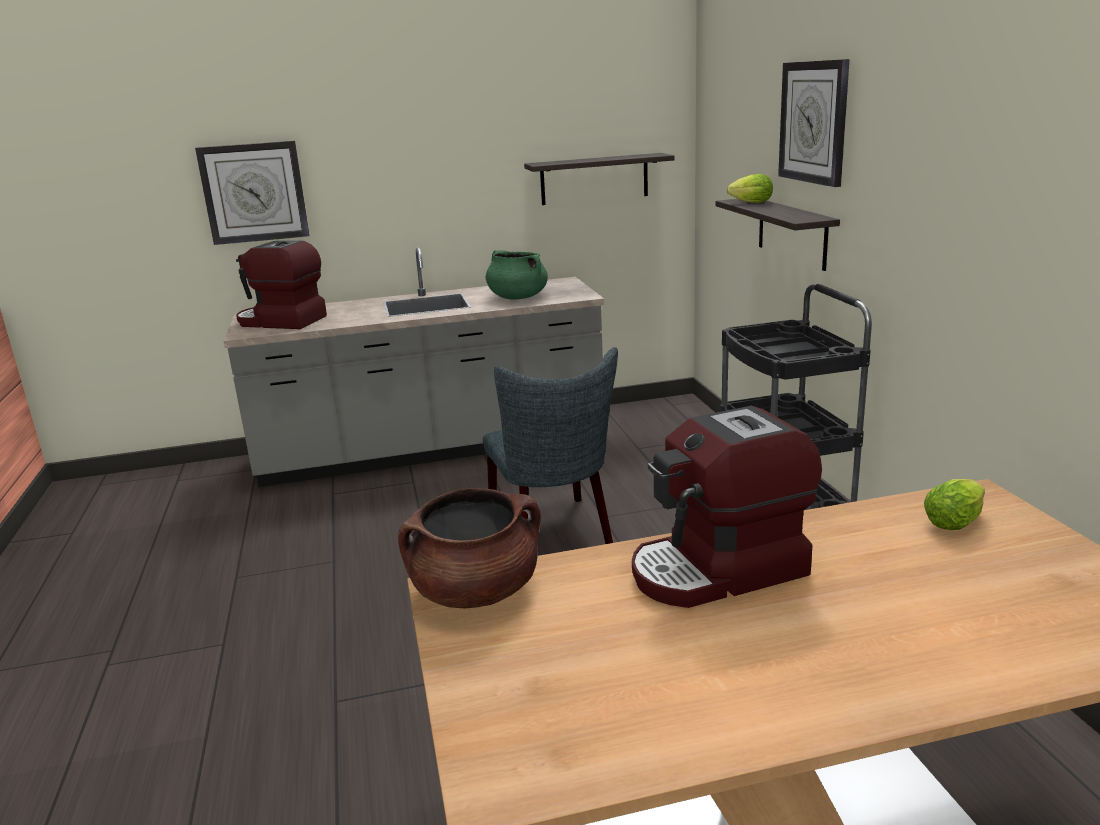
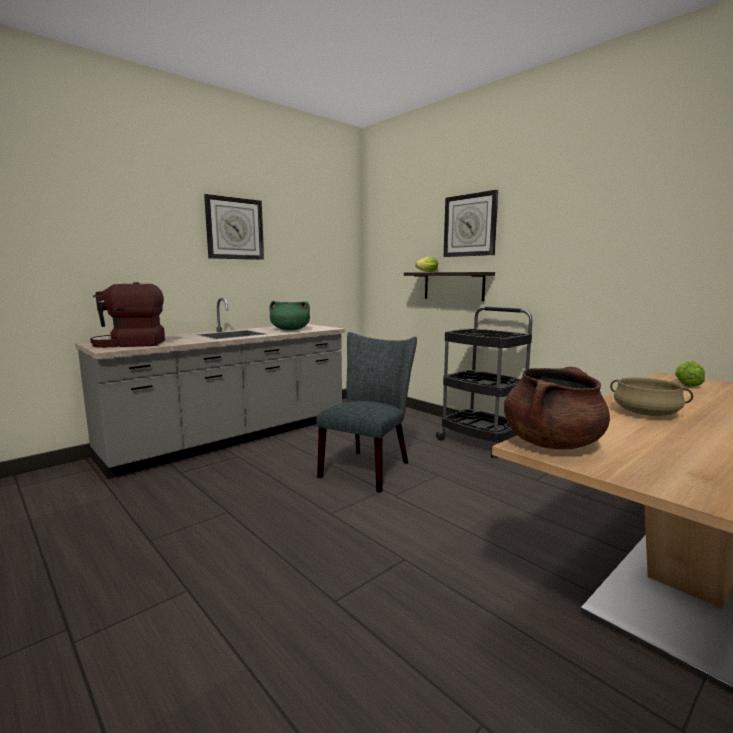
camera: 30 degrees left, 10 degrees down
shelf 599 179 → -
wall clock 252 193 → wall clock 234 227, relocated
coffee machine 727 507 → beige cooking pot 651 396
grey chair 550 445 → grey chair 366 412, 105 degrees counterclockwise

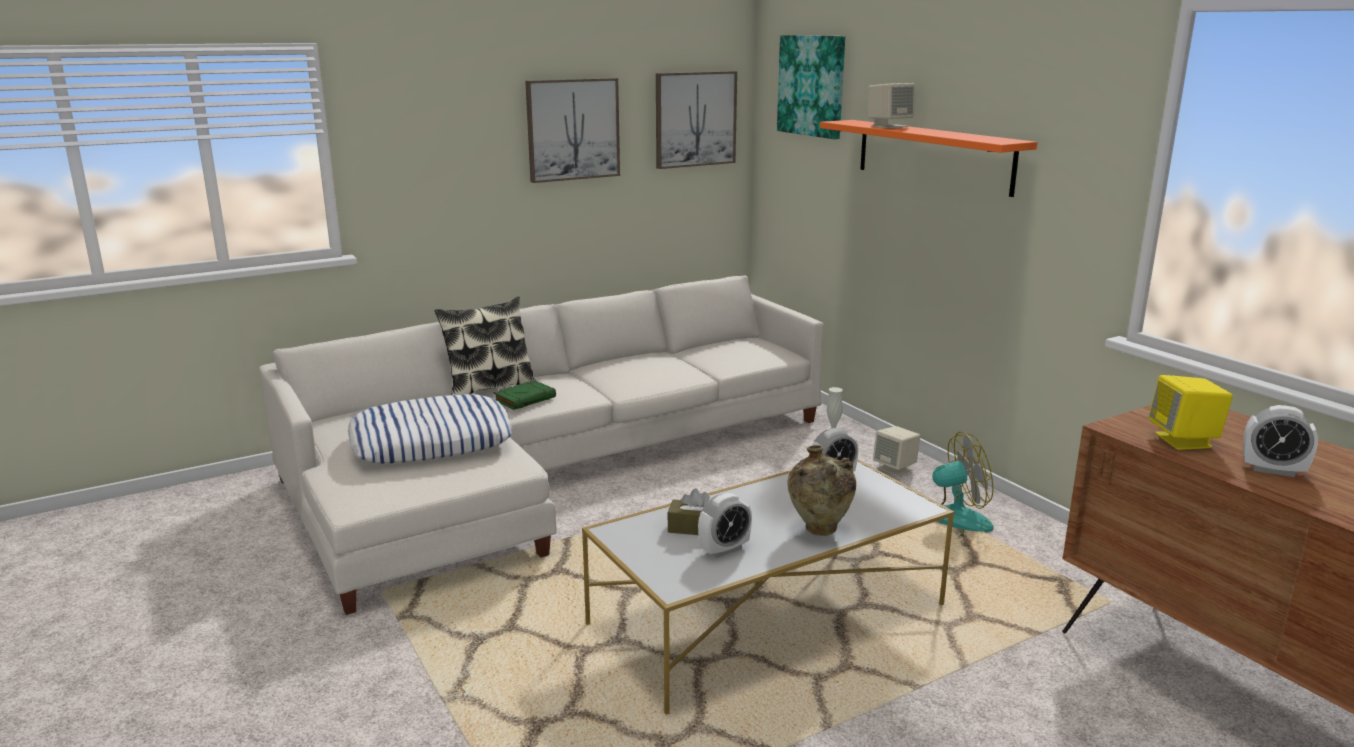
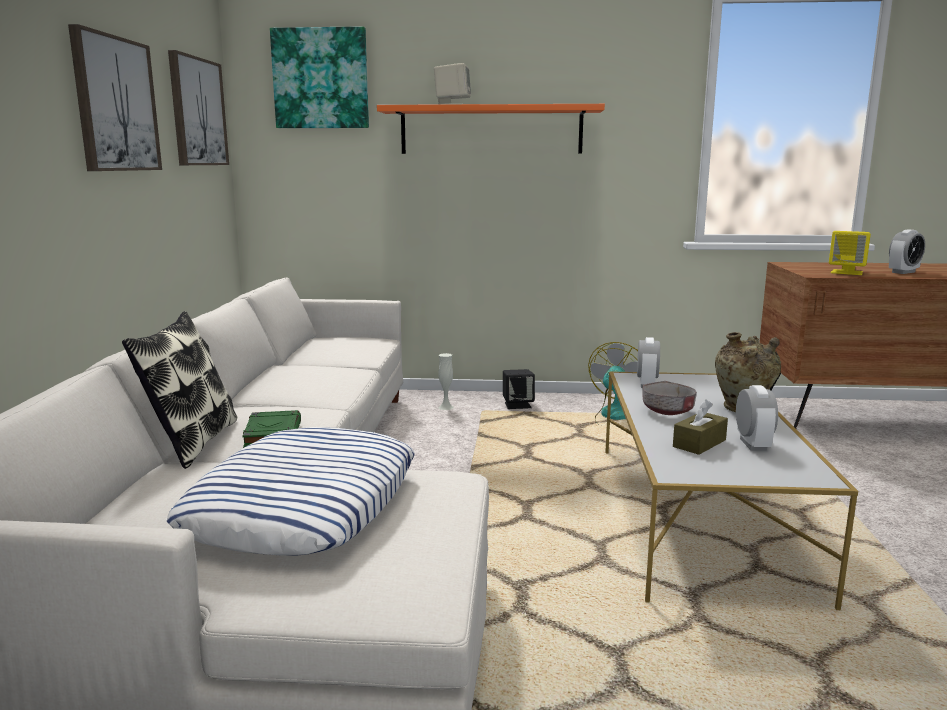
camera: 55 degrees left, 5 degrees down
- → grey bowl 669 398
beige speaker 896 451 → black speaker 519 389

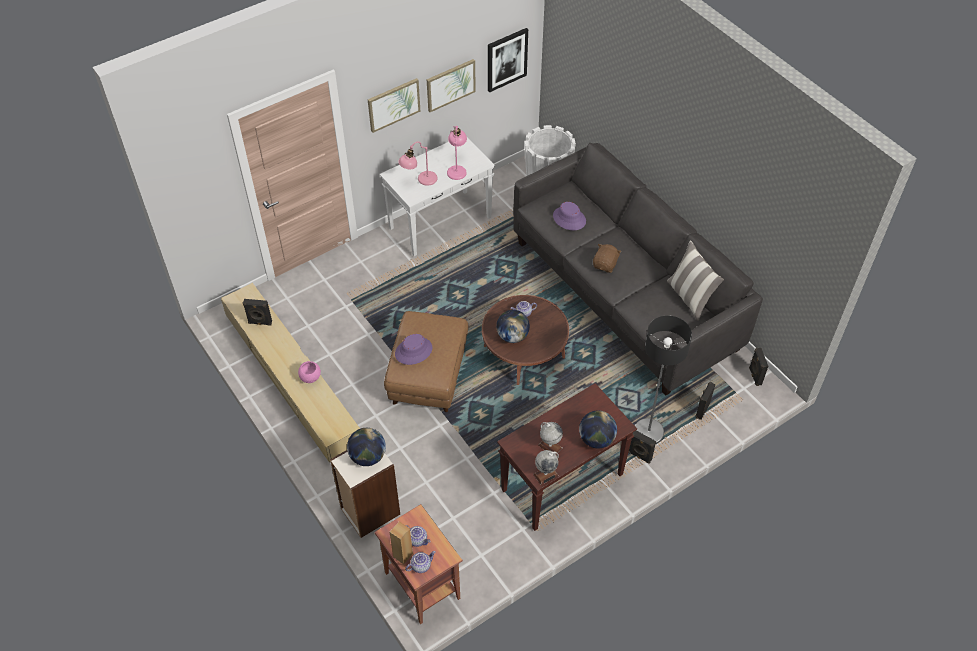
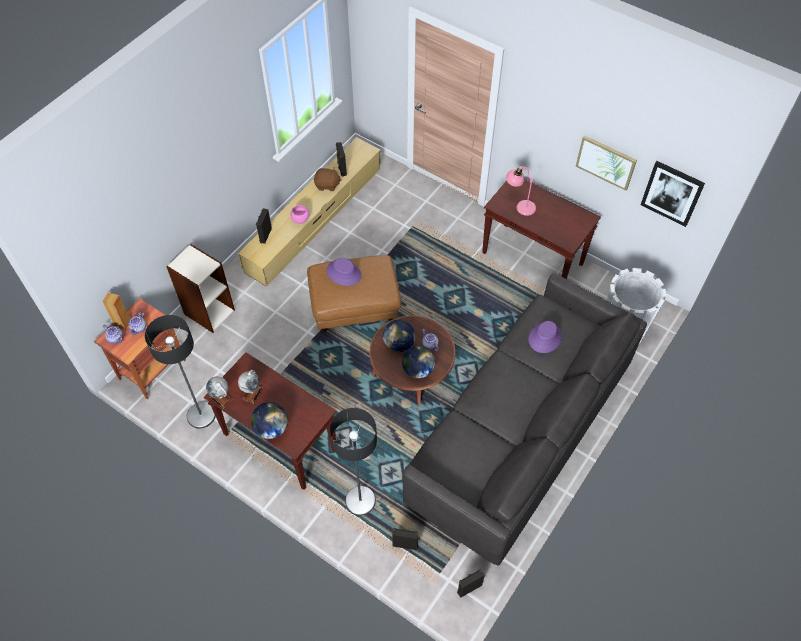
camera: 70 degrees right, 5 degrees up
picture 394 105 → -
pink table lamp 457 153 → -
pillow 695 280 → -
- → floor lamp 180 371
globe 366 447 → globe 418 362, relocated
brown plush toy 607 258 → brown plush toy 328 179, relocated
black speaker 642 447 → black speaker 264 226, relocated
white console table 438 196 → brown console table 541 229

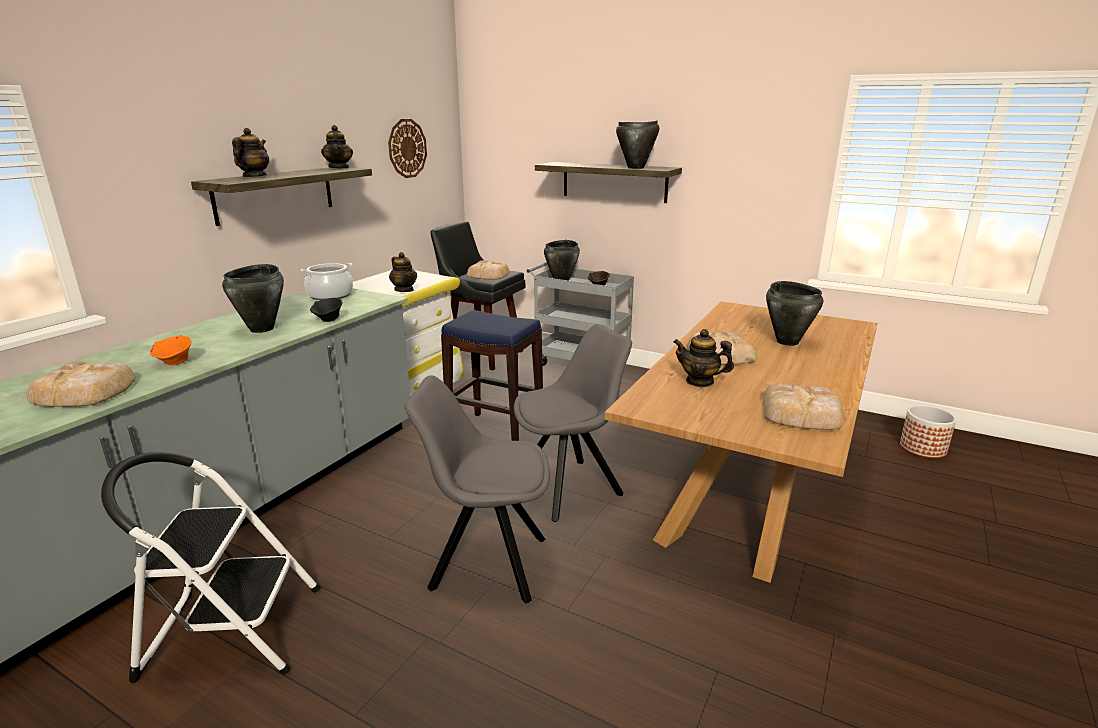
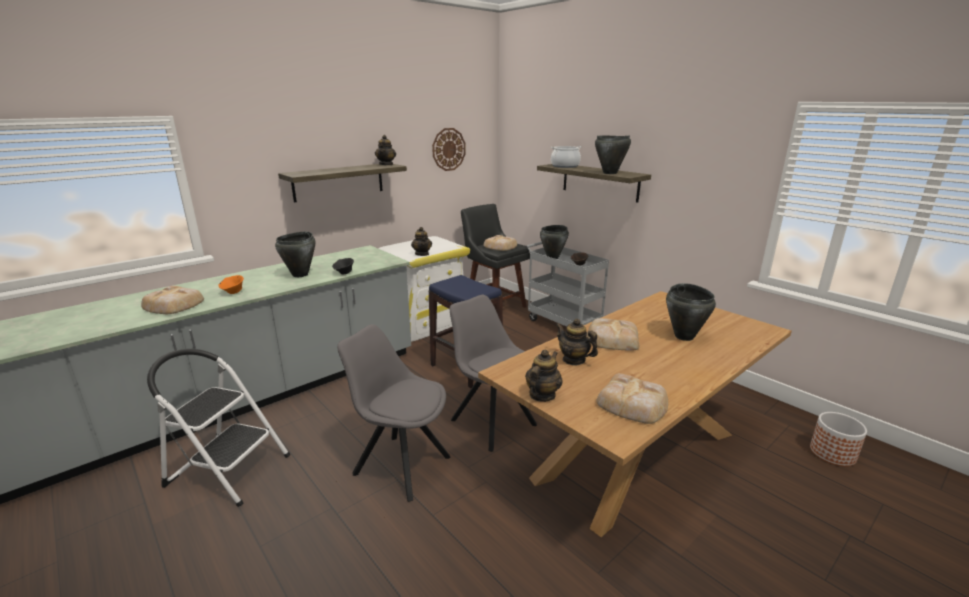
camera: 20 degrees right, 0 degrees up
teapot 250 152 → teapot 544 376, relocated
cooking pot 326 281 → cooking pot 566 157, relocated
grey chair 573 423 → grey chair 493 373, 120 degrees counterclockwise

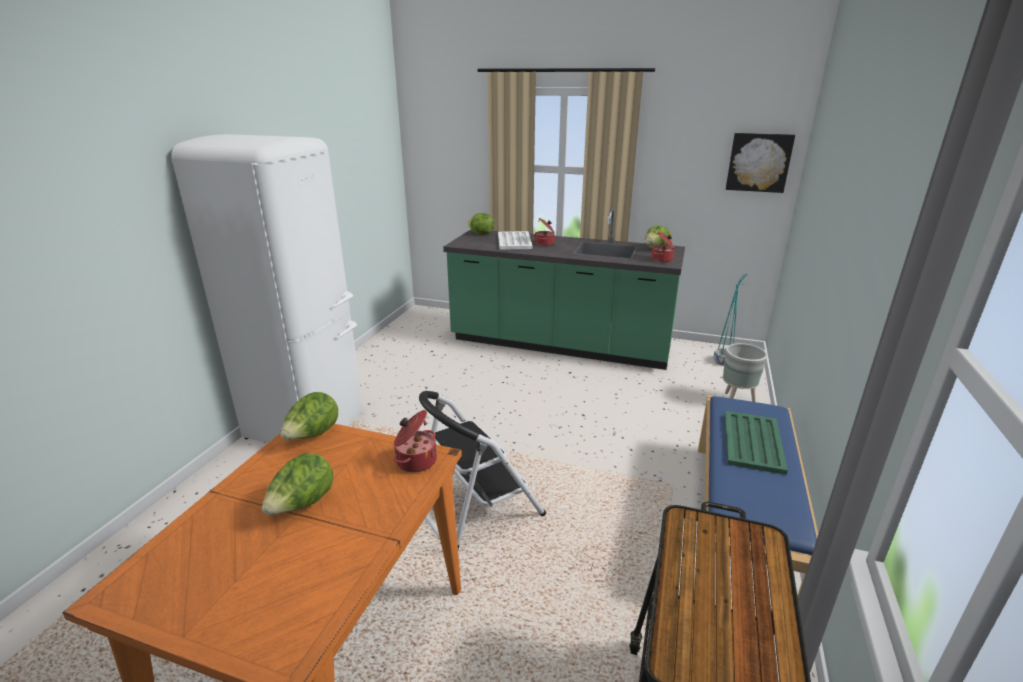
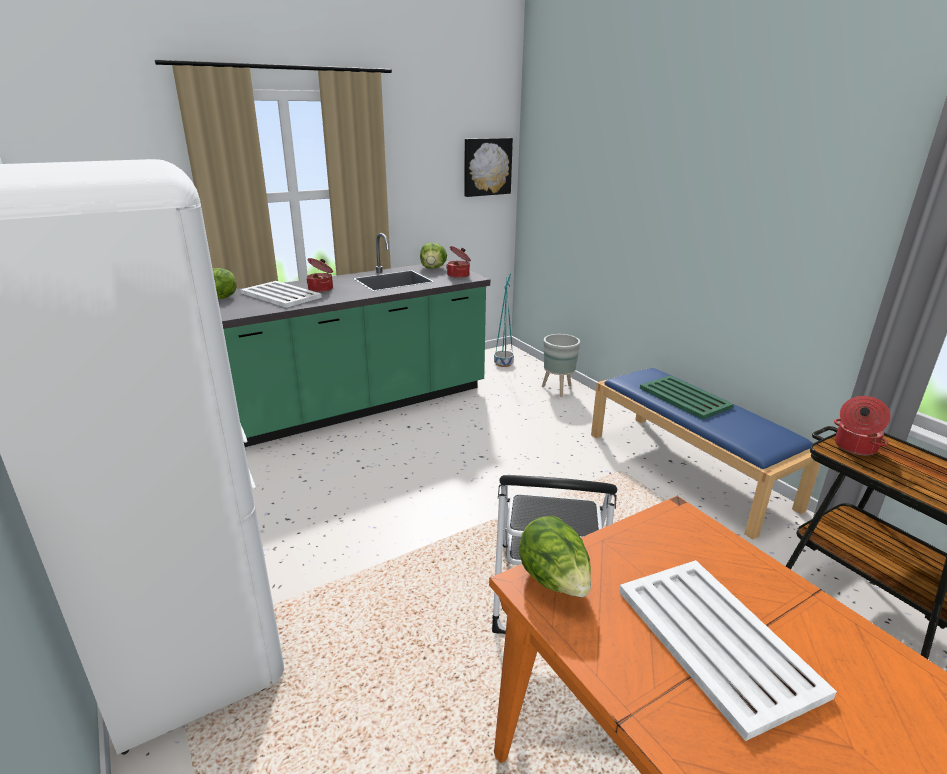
camera: 50 degrees left, 0 degrees up
cooking pot 415 441 → cooking pot 862 425, relocated
lettuce 297 484 → white tray 728 650

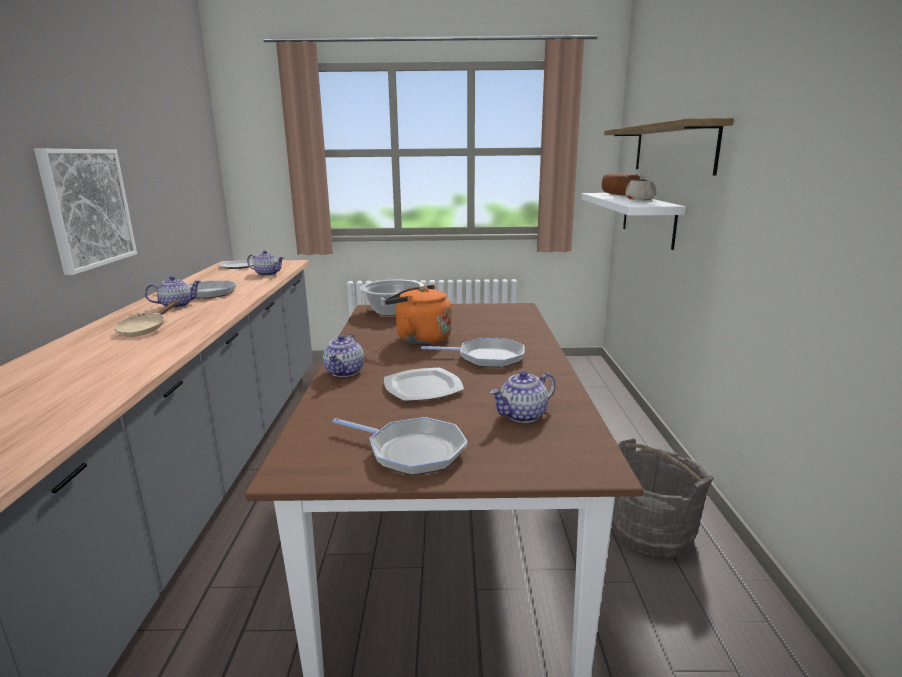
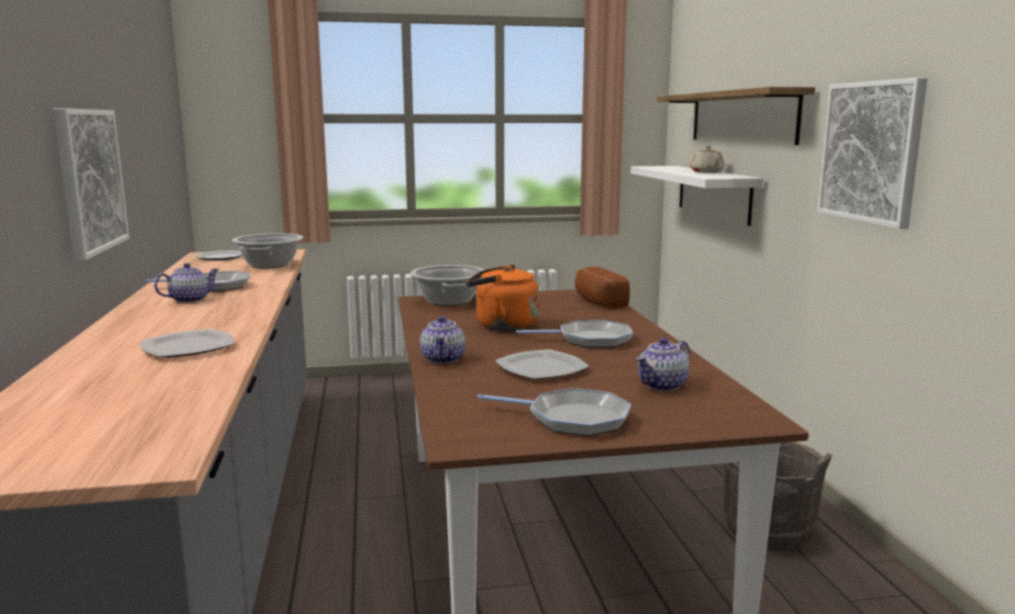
camera: 10 degrees left, 5 degrees down
beige frying pan 146 319 → -
- → plate 188 343
- → picture 872 153
bread 621 184 → bread 602 287, relocated
teapot 265 263 → cooking pot 267 250

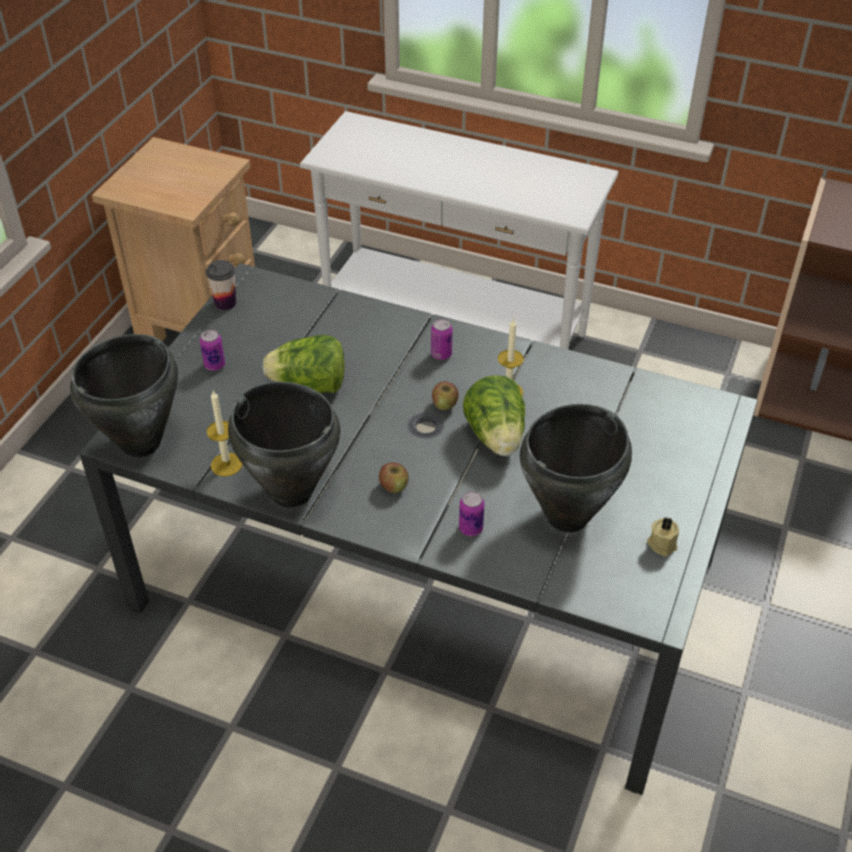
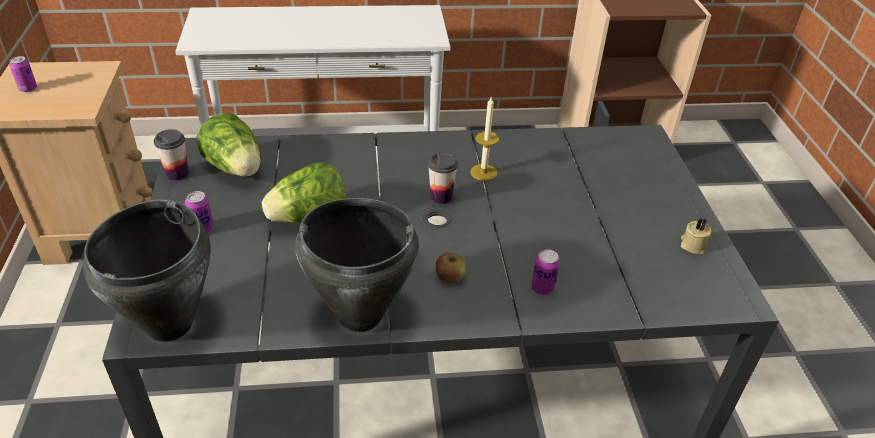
camera: 30 degrees left, 5 degrees down
candle 225 433 → -
black cooking pot 576 468 → -
can 442 339 → can 23 74, relocated
lettuce 494 415 → lettuce 228 145, relocated
apple 445 396 → cup 443 178

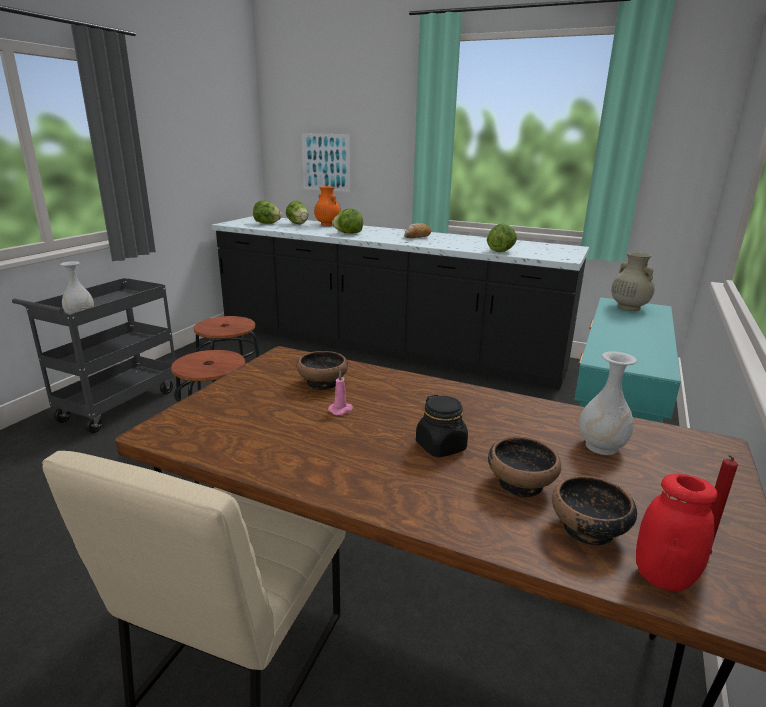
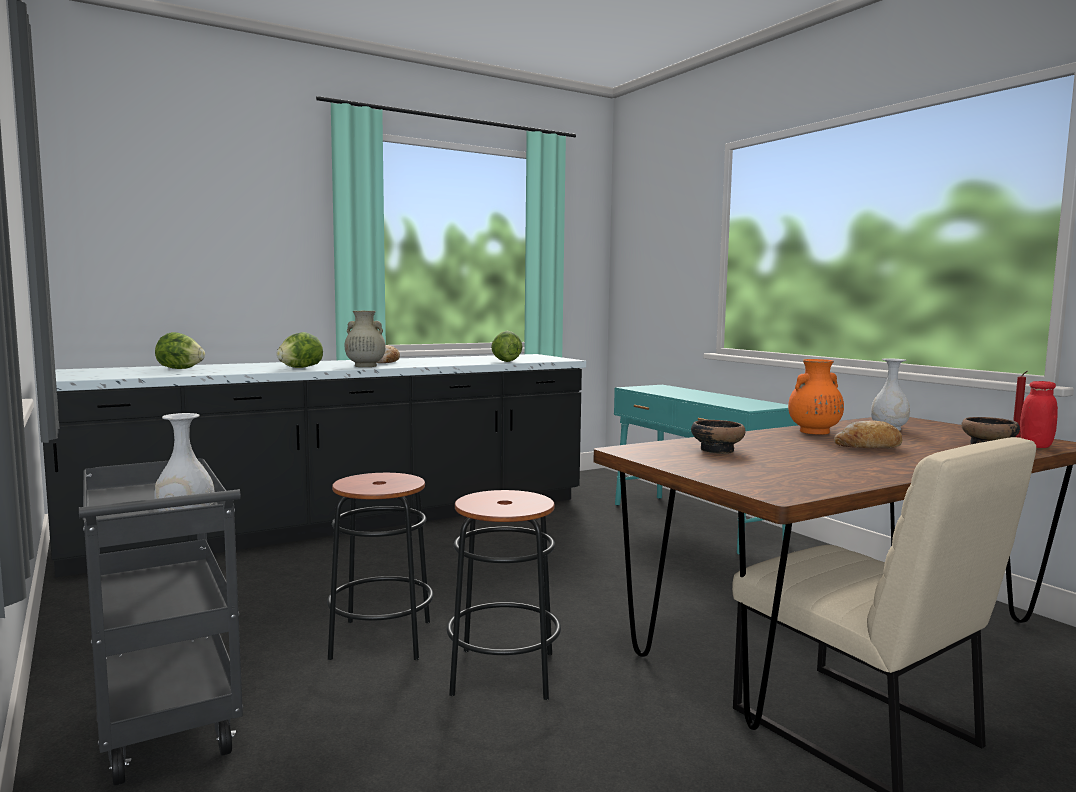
camera: 55 degrees left, 15 degrees down
lettuce 267 212 → -
picture 326 162 → -
pink candle 340 393 → -
bowl 524 467 → -
orange vase 327 206 → orange vase 816 397, relocated
beige vase 633 281 → beige vase 365 339, relocated
black jar 442 426 → bread 868 434

